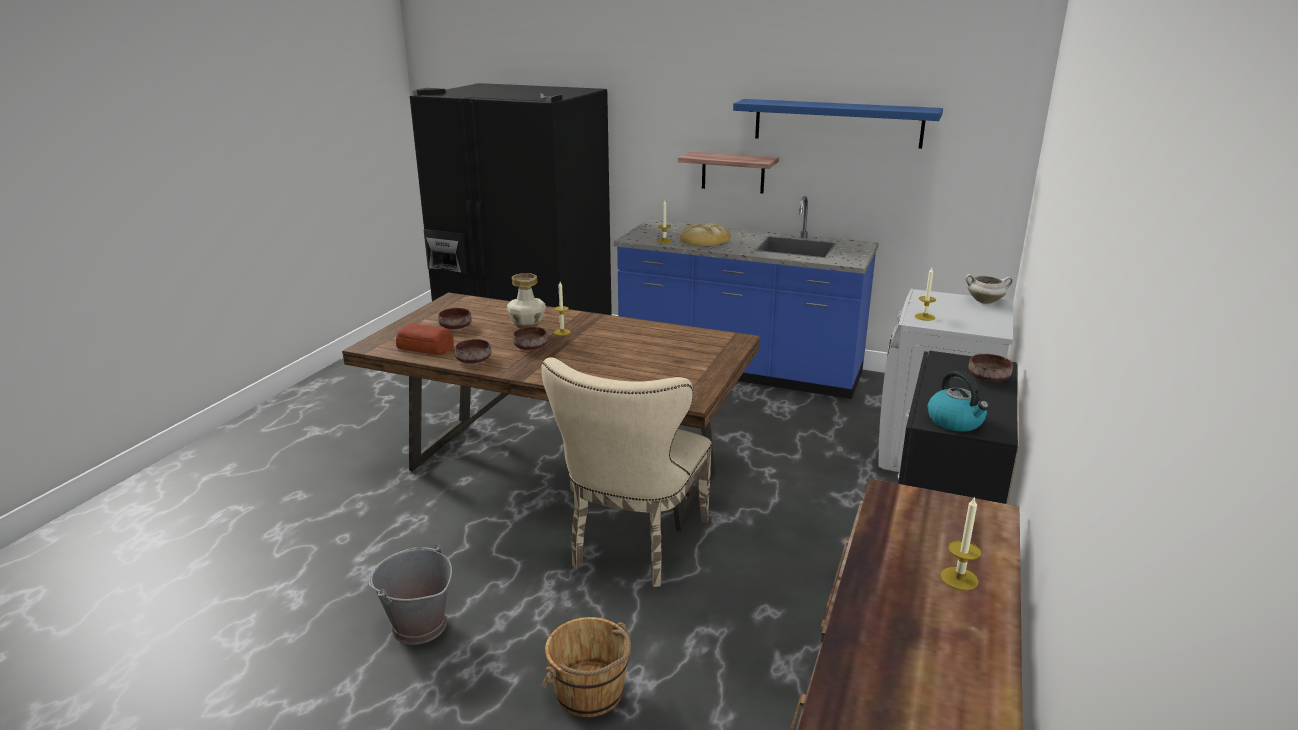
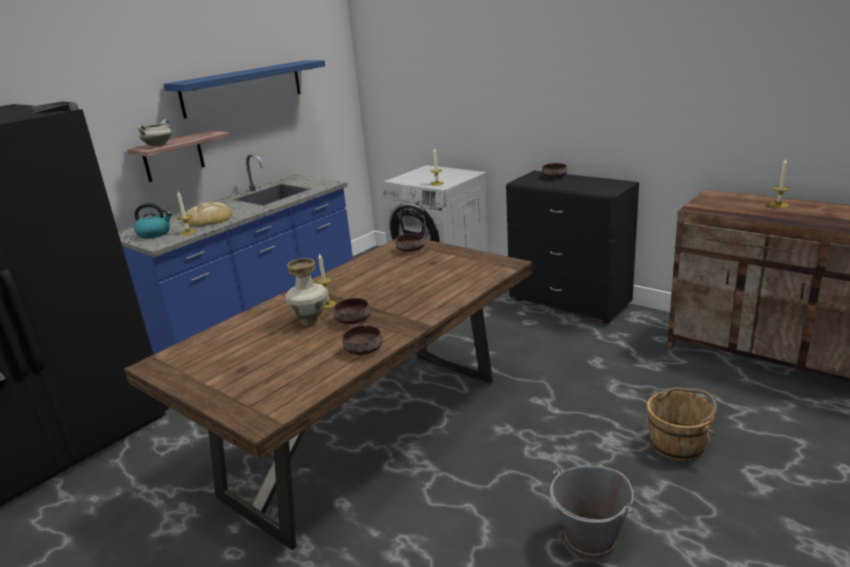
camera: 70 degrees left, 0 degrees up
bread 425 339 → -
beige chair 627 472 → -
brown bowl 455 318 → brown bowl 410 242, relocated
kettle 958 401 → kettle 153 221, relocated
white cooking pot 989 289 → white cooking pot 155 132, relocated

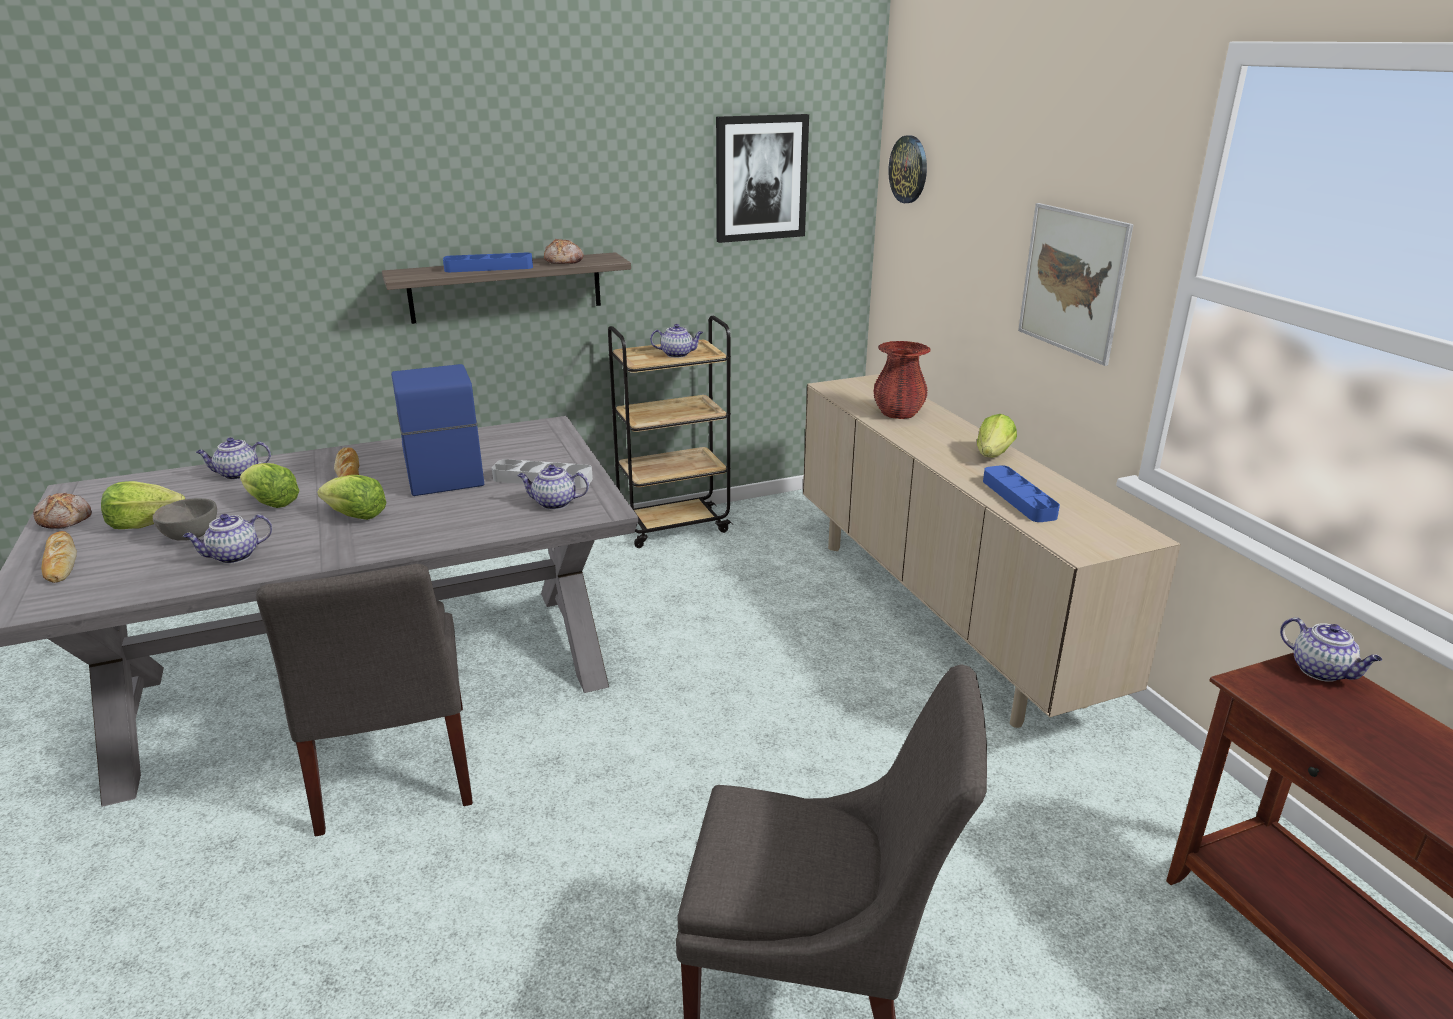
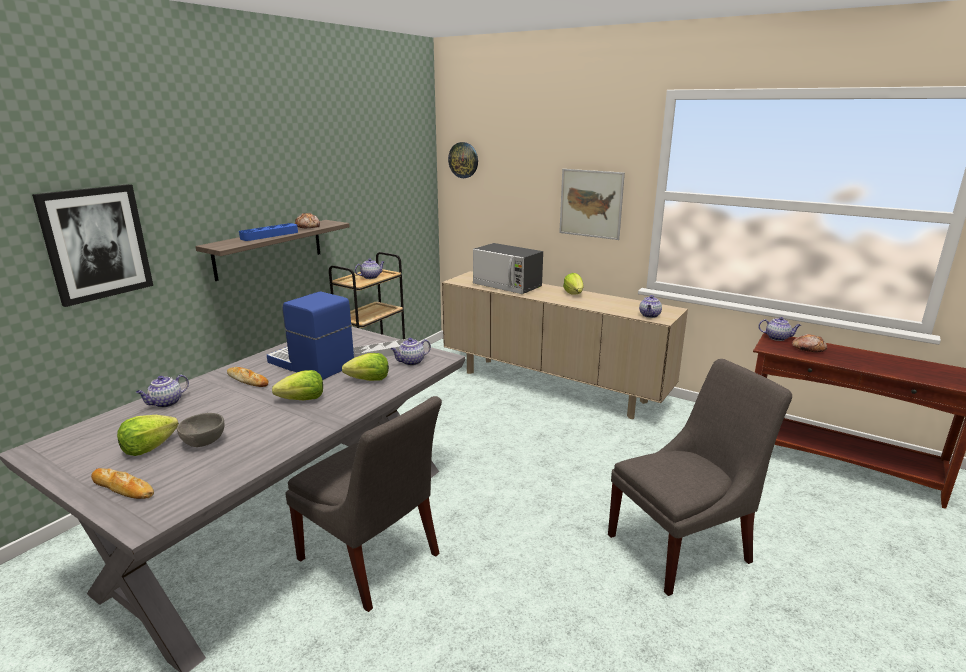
camera: 35 degrees left, 5 degrees down
blue tray 1021 493 → -
bread 62 510 → bread 809 343, relocated
teapot 227 539 → teapot 650 306, relocated
lettuce 270 485 → lettuce 365 367, relocated
picture 762 178 → picture 92 245, relocated
red vase 901 380 → microwave 508 268

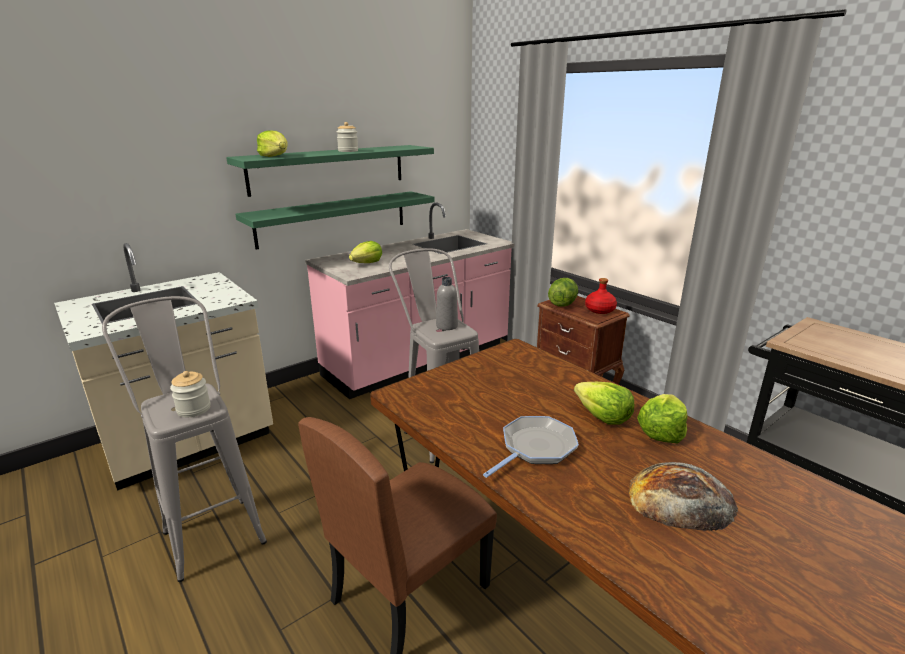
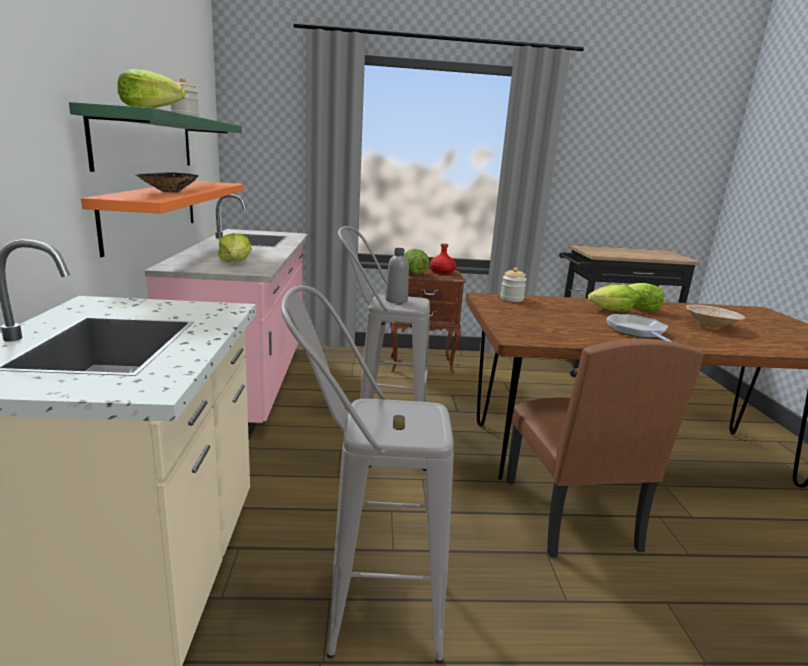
camera: 55 degrees left, 5 degrees down
- → black bowl 167 182
jar 190 394 → jar 513 285, relocated
bread 683 496 → beige bowl 715 316
green shelf 335 220 → orange shelf 162 219

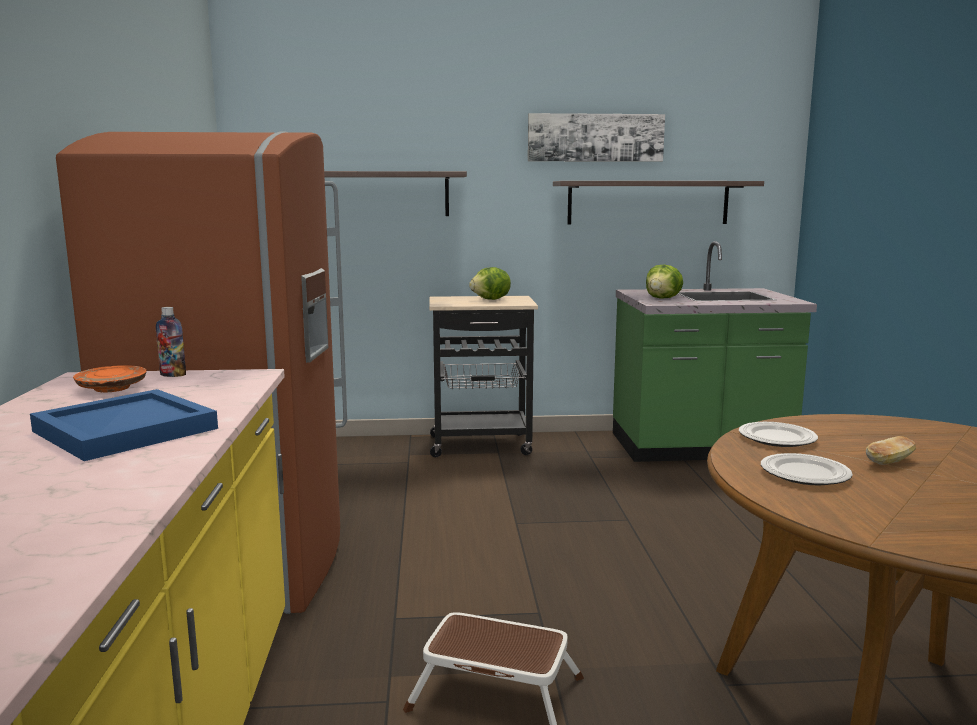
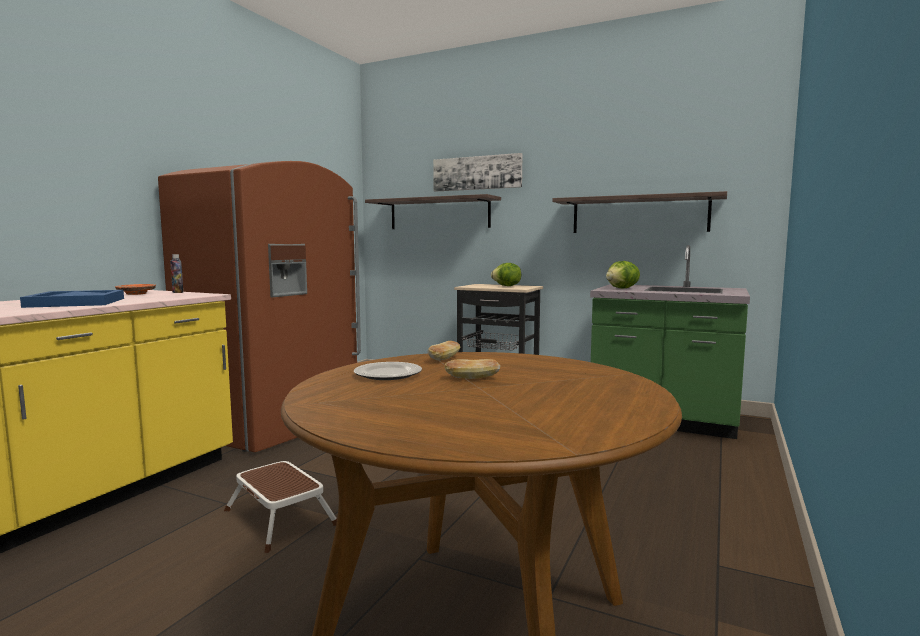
camera: 30 degrees right, 5 degrees down
picture 596 137 → picture 477 172, relocated
plate 778 434 → bread 444 351

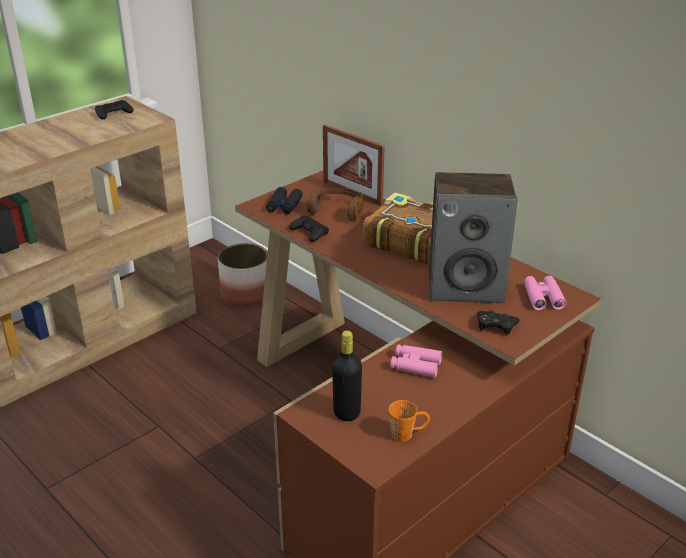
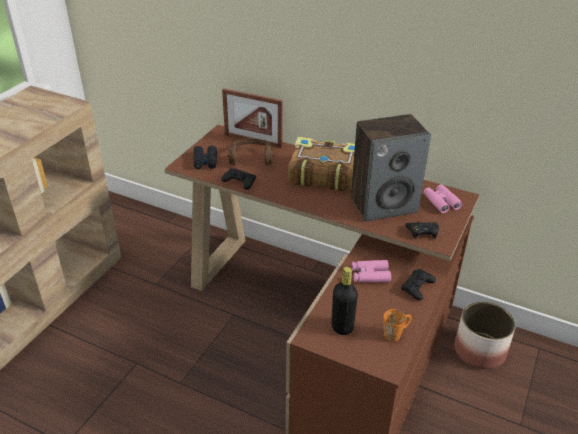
camera: 20 degrees left, 5 degrees up
black game controller 114 109 → black game controller 418 285, relocated
planter 243 274 → planter 485 335, relocated

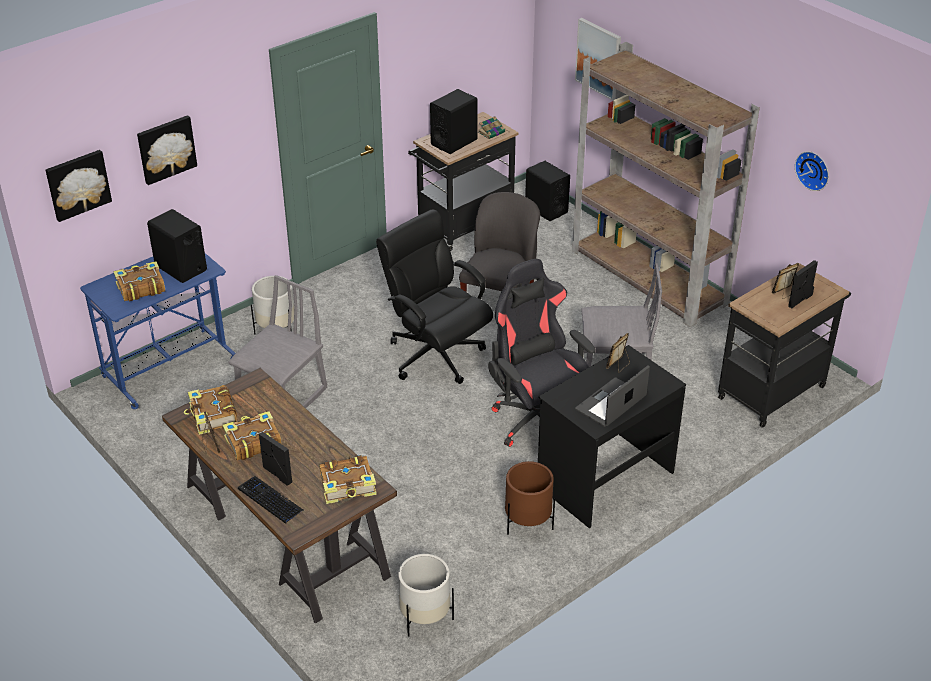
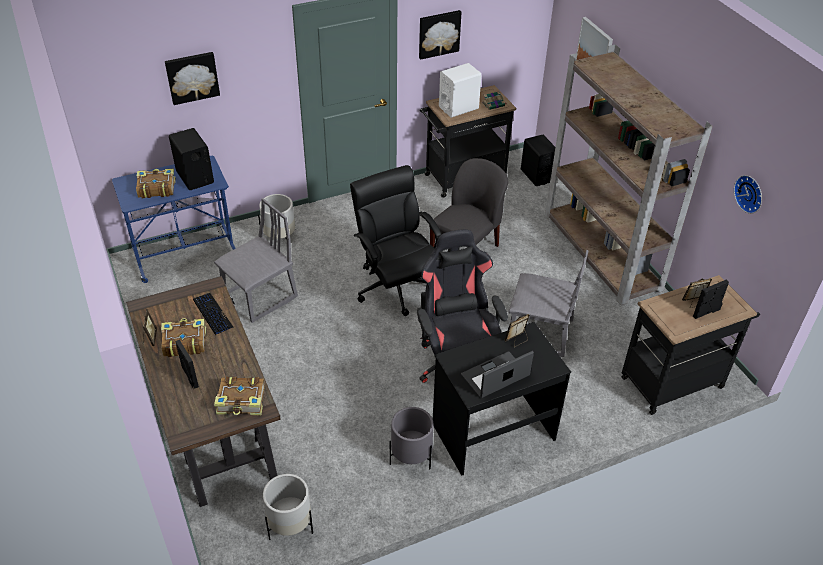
camera: 15 degrees right, 5 degrees up
book 210 410 → -
picture 78 186 → picture 440 34, relocated
keyboard 271 500 → keyboard 213 314, relocated
black speaker 454 121 → white speaker 460 90
brown planter 530 498 → grey planter 412 438

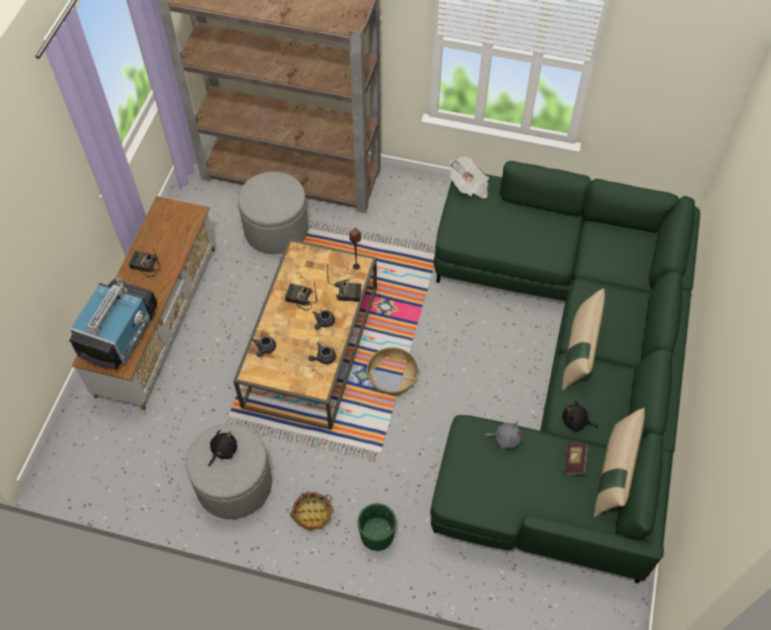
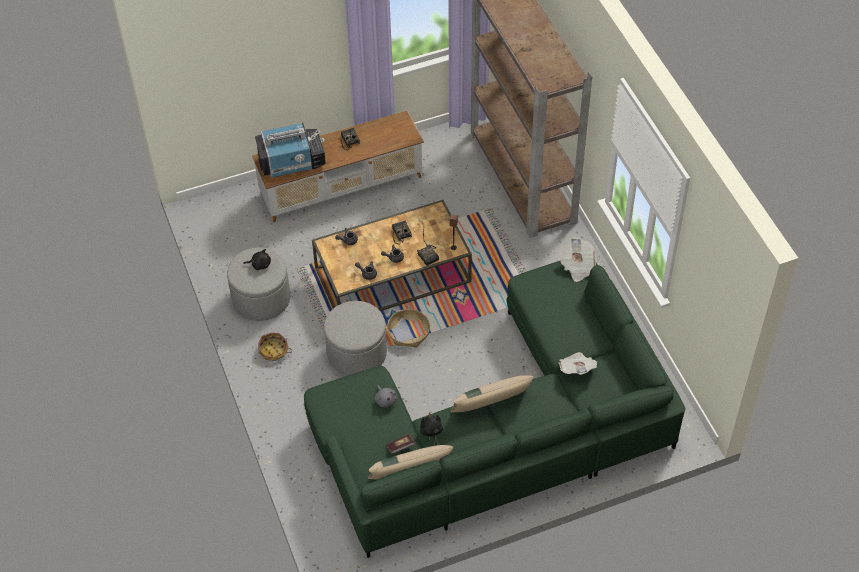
camera: 55 degrees right, 5 degrees down
green planter 377 527 → -
- → newspaper 578 363
grey ottoman 273 213 → grey ottoman 355 338, relocated

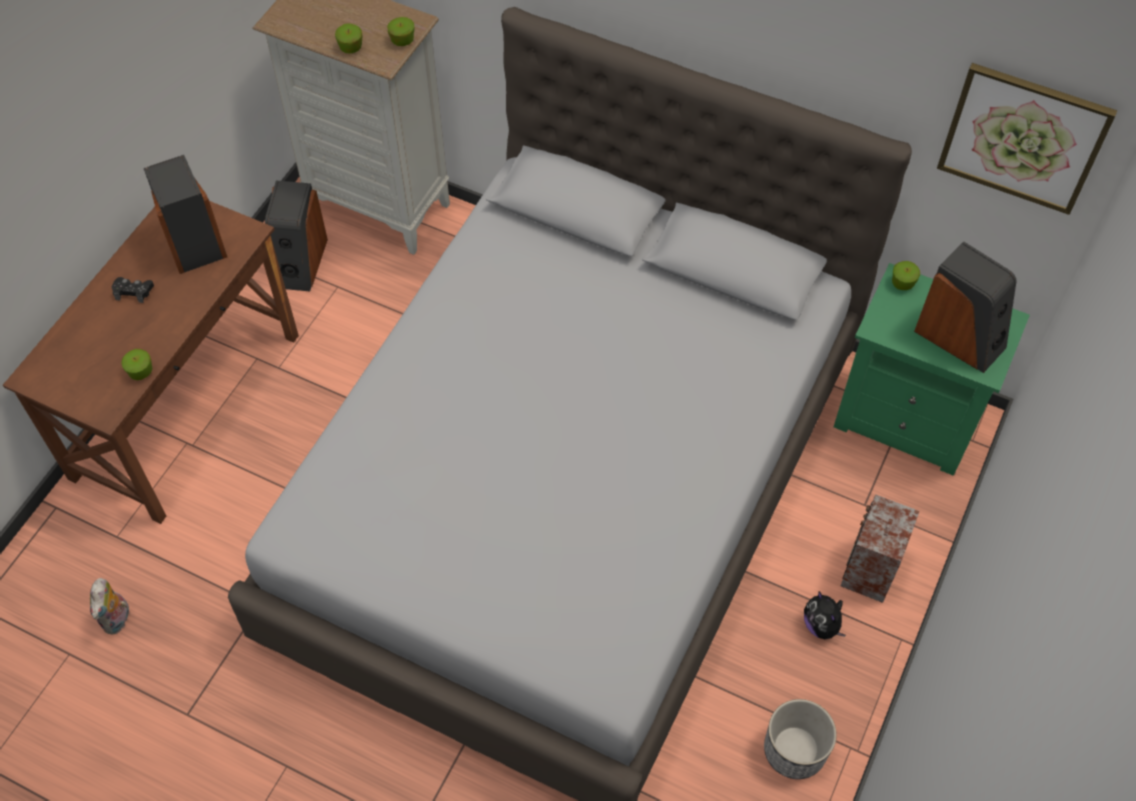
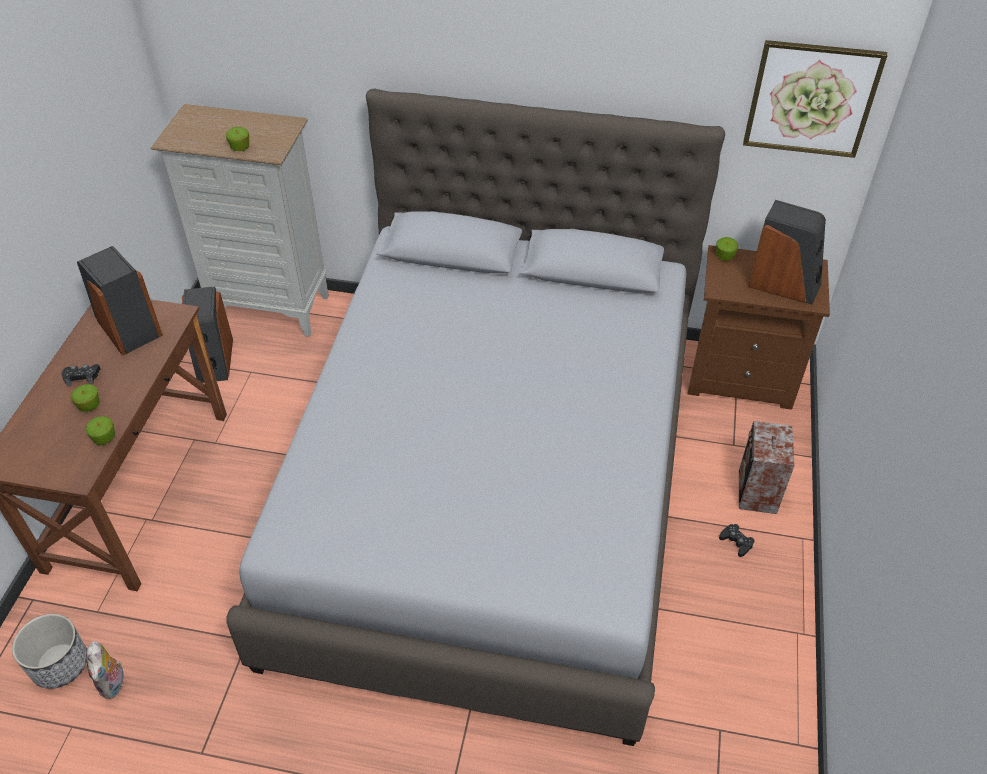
camera: 15 degrees left, 10 degrees down
apple 400 31 → apple 85 398, relocated
planter 800 739 → planter 49 651, relocated
plush toy 825 615 → black game controller 737 540
green nightstand 932 369 → brown nightstand 759 327

